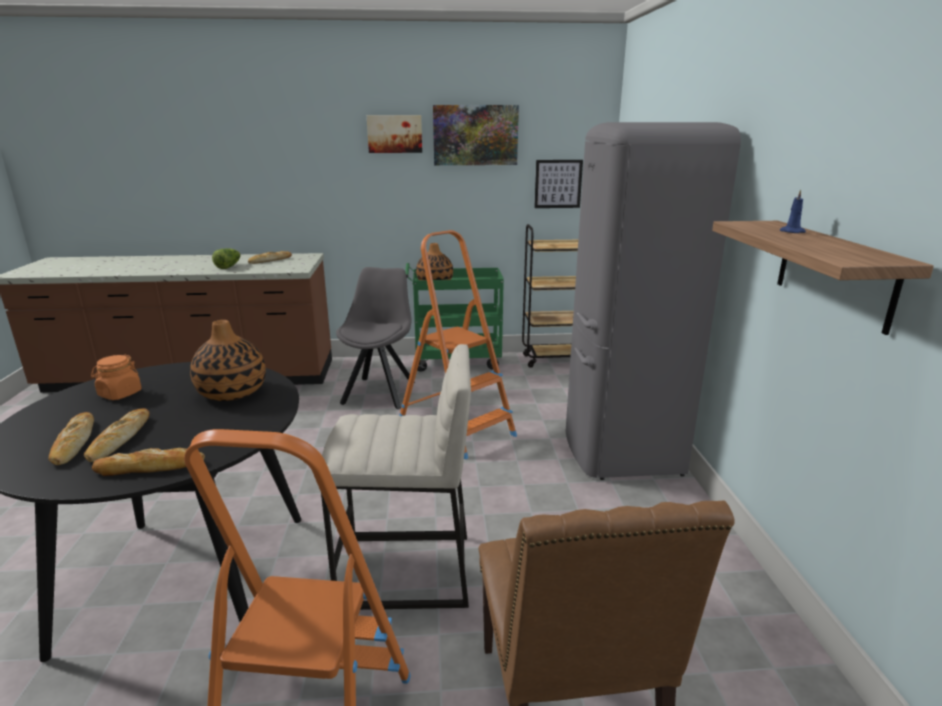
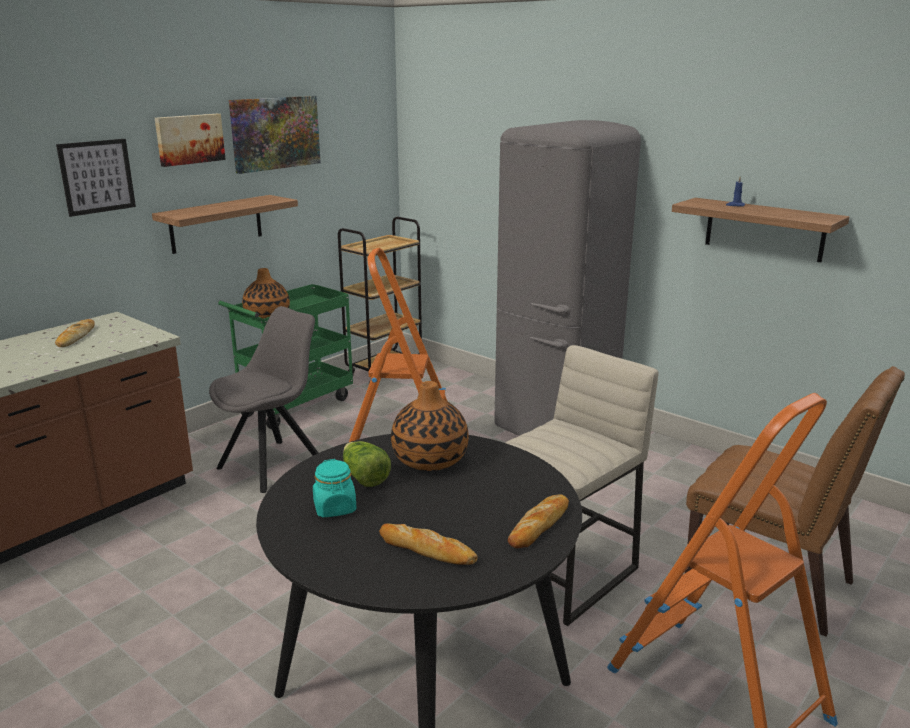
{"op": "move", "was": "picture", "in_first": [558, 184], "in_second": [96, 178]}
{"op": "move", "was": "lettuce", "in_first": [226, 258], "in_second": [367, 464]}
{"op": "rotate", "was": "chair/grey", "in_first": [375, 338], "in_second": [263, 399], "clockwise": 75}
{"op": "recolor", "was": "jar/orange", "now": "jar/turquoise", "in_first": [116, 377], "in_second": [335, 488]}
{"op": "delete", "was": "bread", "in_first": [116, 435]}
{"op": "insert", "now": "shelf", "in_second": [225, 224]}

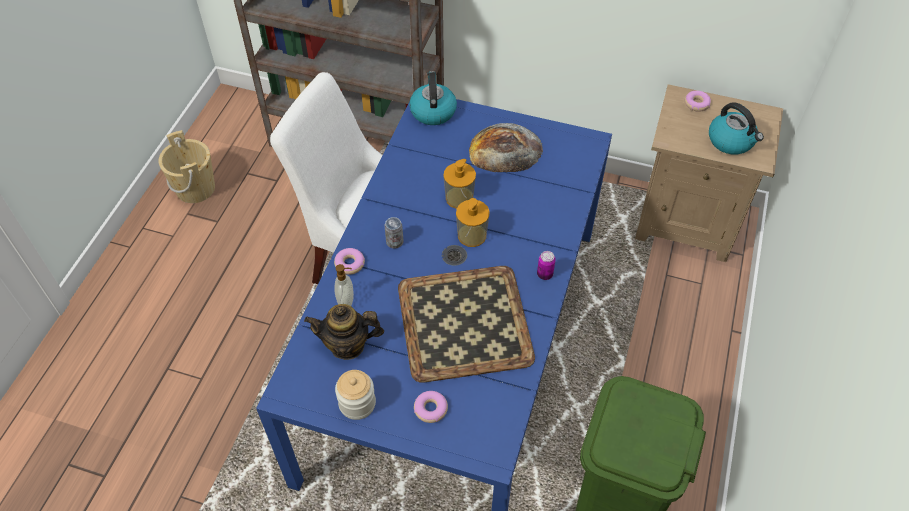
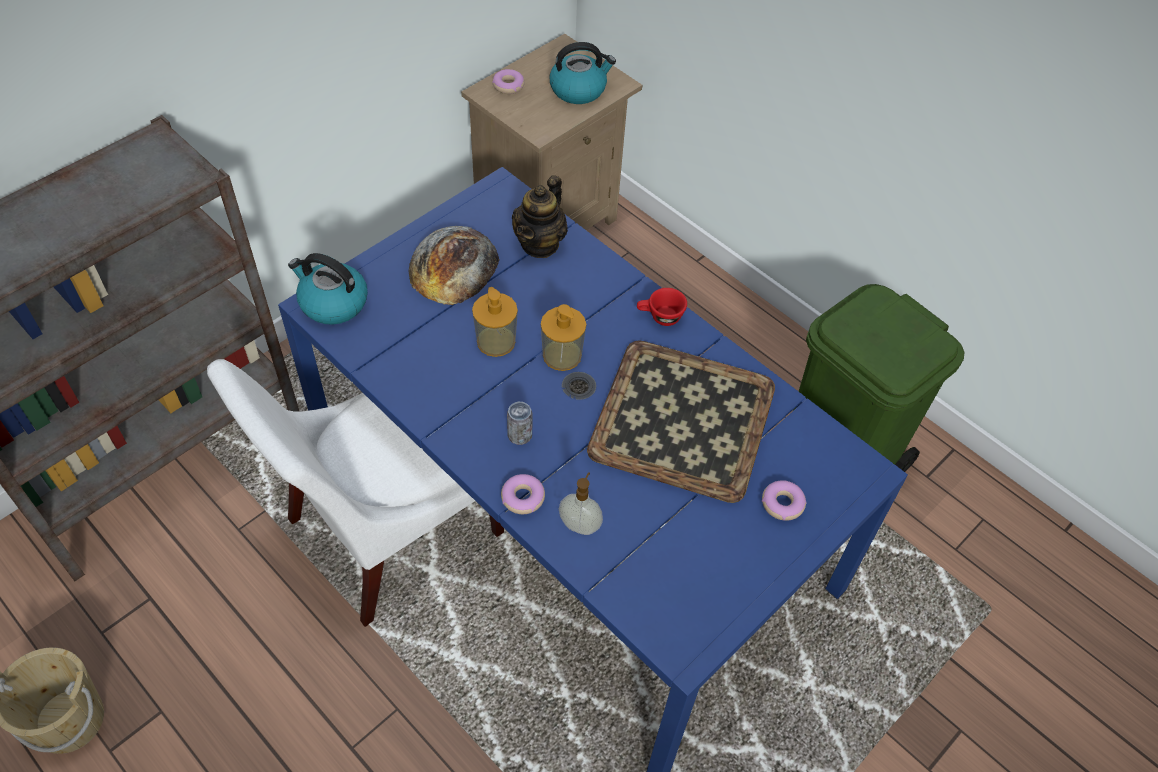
{"op": "replace", "was": "can", "now": "cup/red", "in_first": [546, 265], "in_second": [662, 307]}
{"op": "move", "was": "teapot", "in_first": [344, 332], "in_second": [540, 216]}
{"op": "delete", "was": "jar", "in_first": [355, 395]}

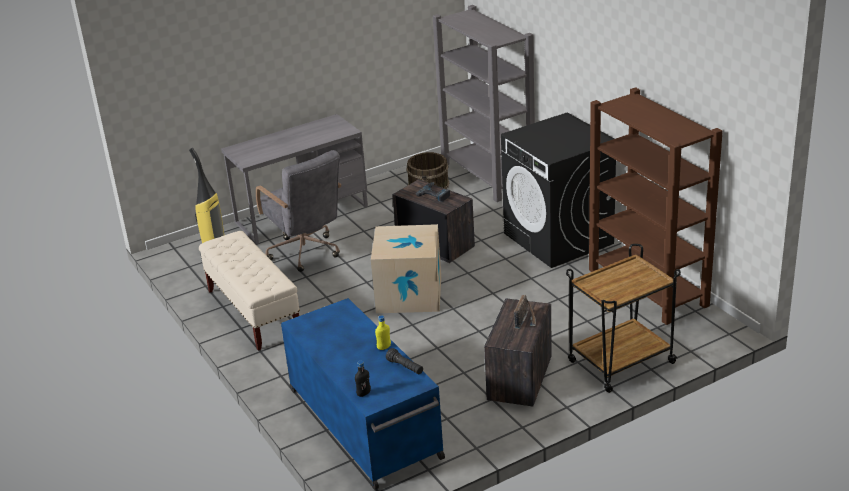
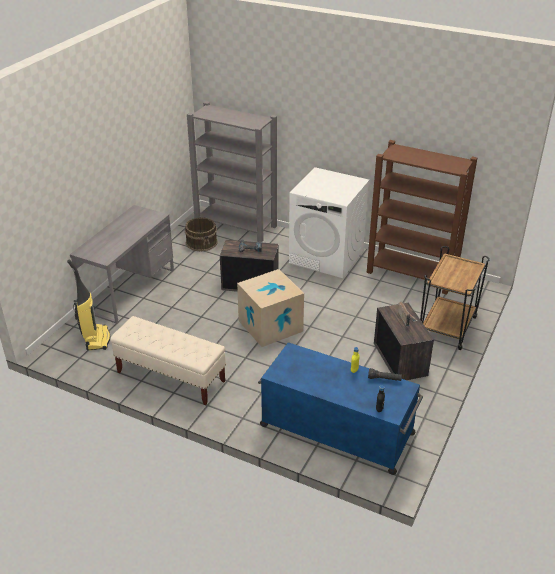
{"op": "recolor", "was": "washing machine/black", "now": "washing machine/white", "in_first": [558, 190], "in_second": [329, 222]}
{"op": "delete", "was": "office chair/grey", "in_first": [298, 211]}

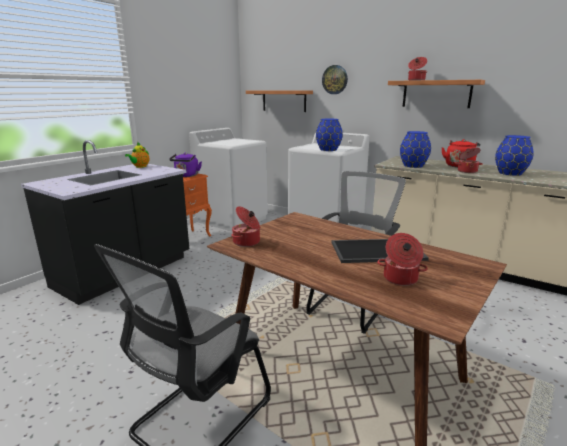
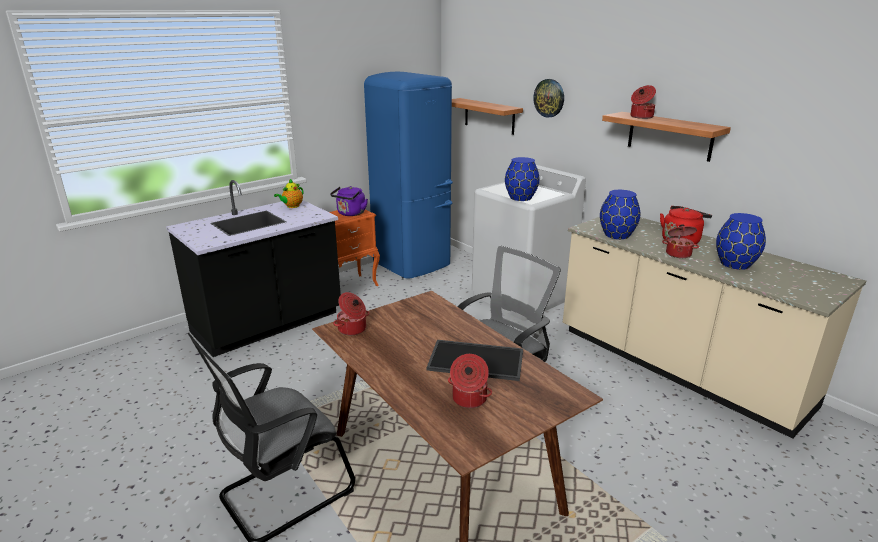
{"op": "replace", "was": "washing machine/white", "now": "fridge/blue", "in_first": [228, 179], "in_second": [408, 175]}

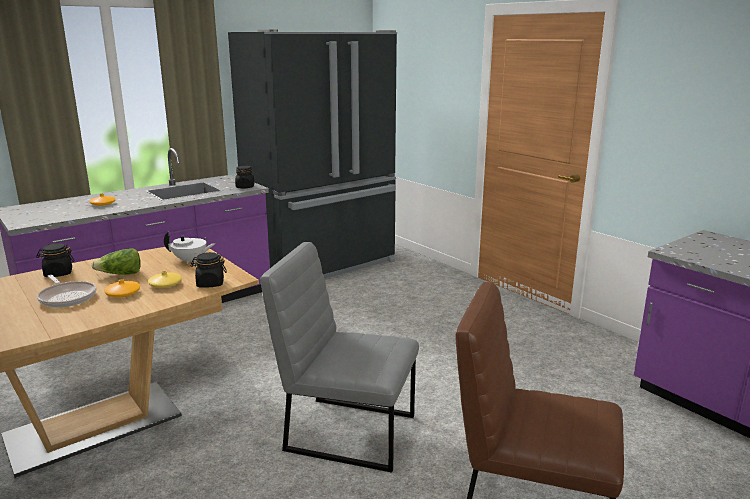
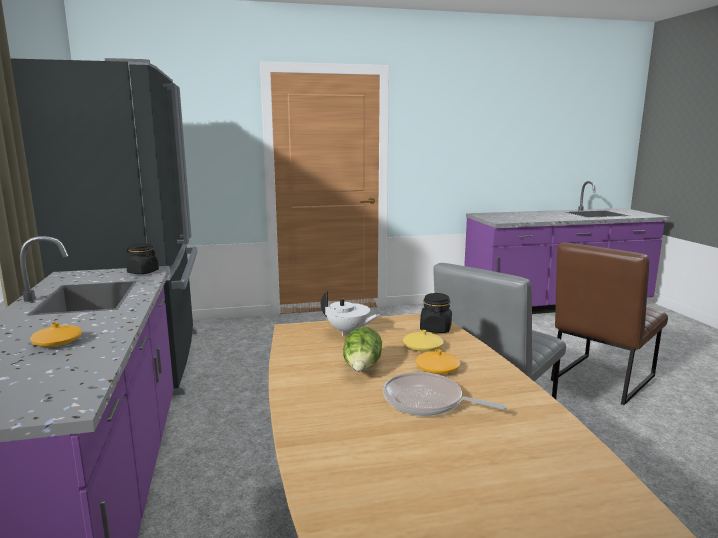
{"op": "rotate", "was": "teapot/white", "in_first": [189, 248], "in_second": [350, 314], "clockwise": 90}
{"op": "delete", "was": "jar/black", "in_first": [55, 260]}
{"op": "rotate", "was": "frying pan", "in_first": [66, 291], "in_second": [445, 394], "clockwise": -135}

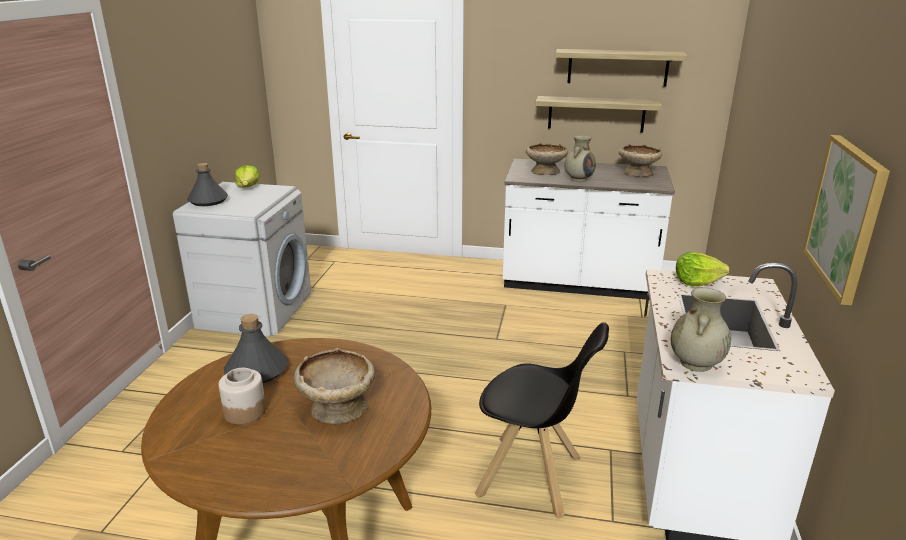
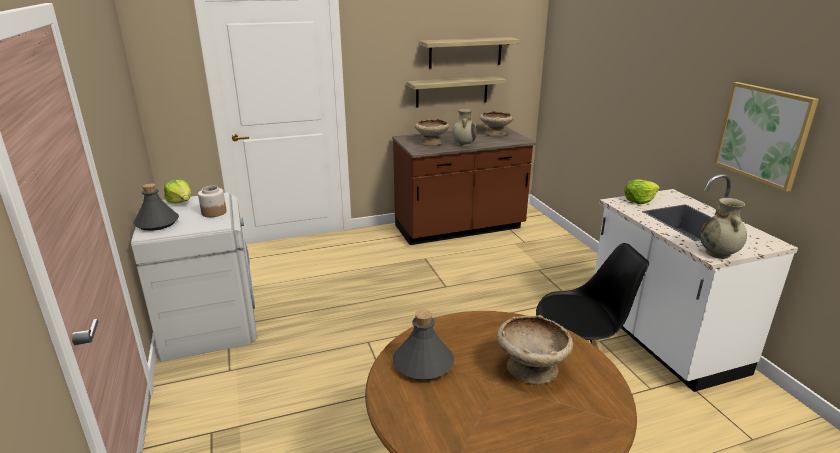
{"op": "recolor", "was": "counter/white", "now": "counter/brown", "in_first": [589, 229], "in_second": [464, 185]}
{"op": "move", "was": "jar", "in_first": [242, 396], "in_second": [212, 201]}

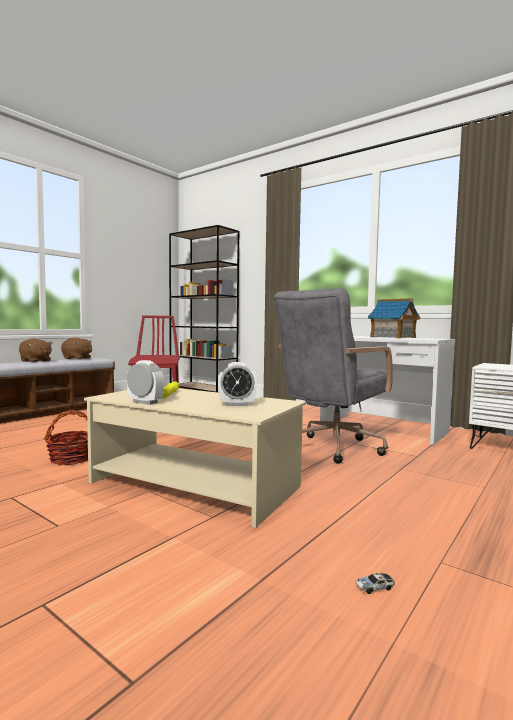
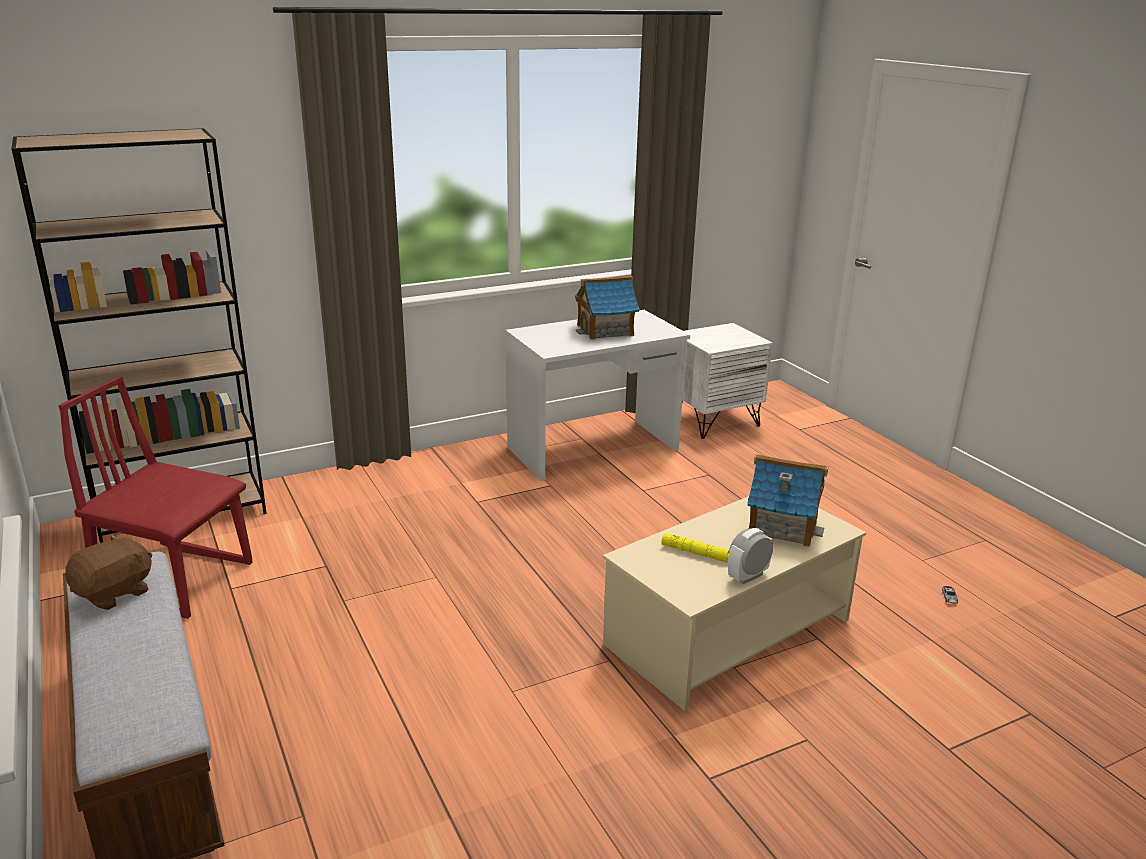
{"op": "delete", "was": "office chair/grey", "in_first": [333, 376]}
{"op": "delete", "was": "plush toy/brown", "in_first": [35, 350]}
{"op": "replace", "was": "alarm clock", "now": "toy house", "in_first": [237, 384], "in_second": [787, 500]}
{"op": "delete", "was": "basket", "in_first": [66, 437]}

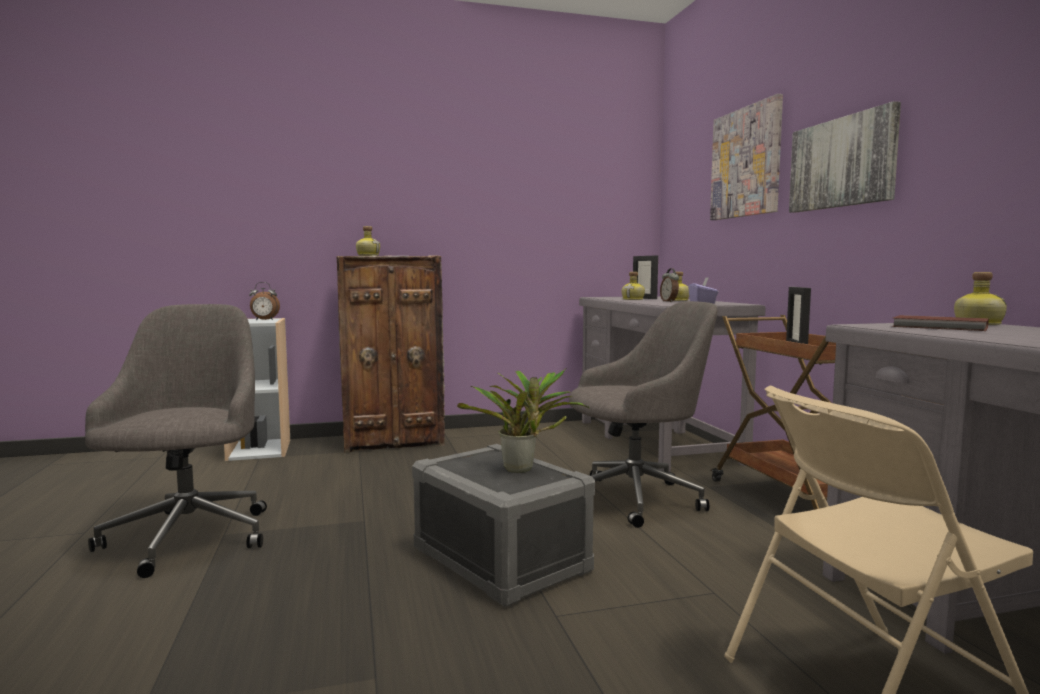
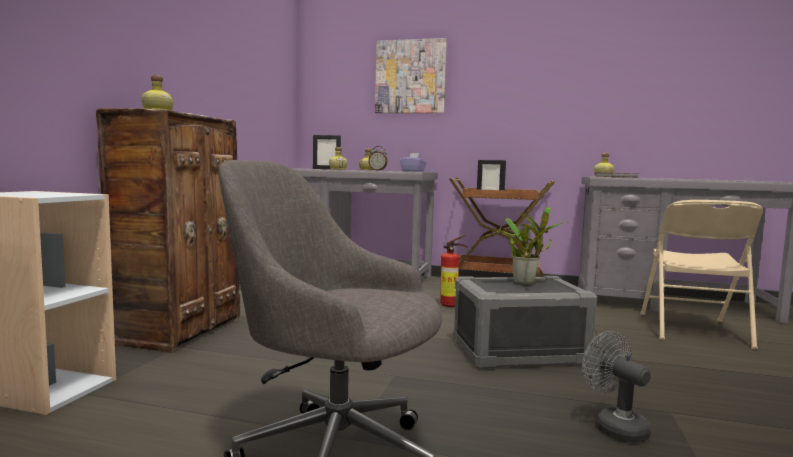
{"op": "delete", "was": "picture", "in_first": [845, 157]}
{"op": "delete", "was": "alarm clock", "in_first": [264, 301]}
{"op": "replace", "was": "office chair/grey", "now": "fire extinguisher", "in_first": [643, 414], "in_second": [454, 270]}
{"op": "insert", "now": "fan/grey", "in_second": [616, 387]}

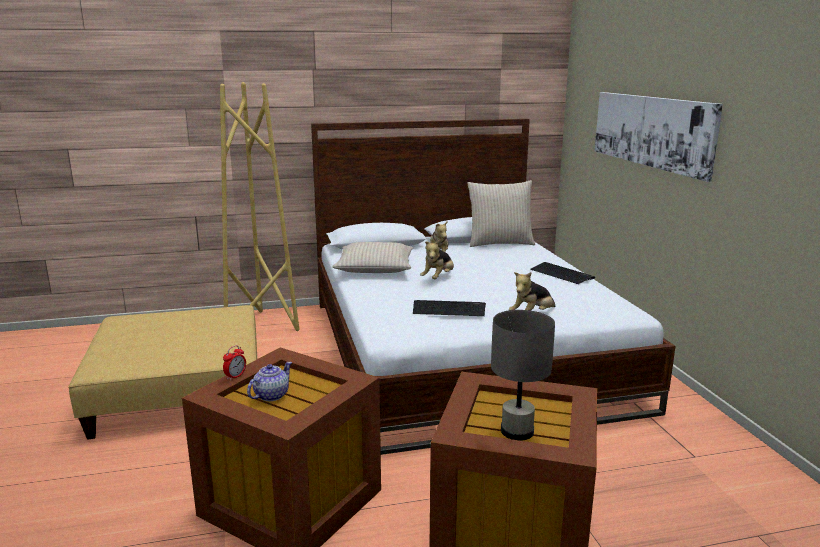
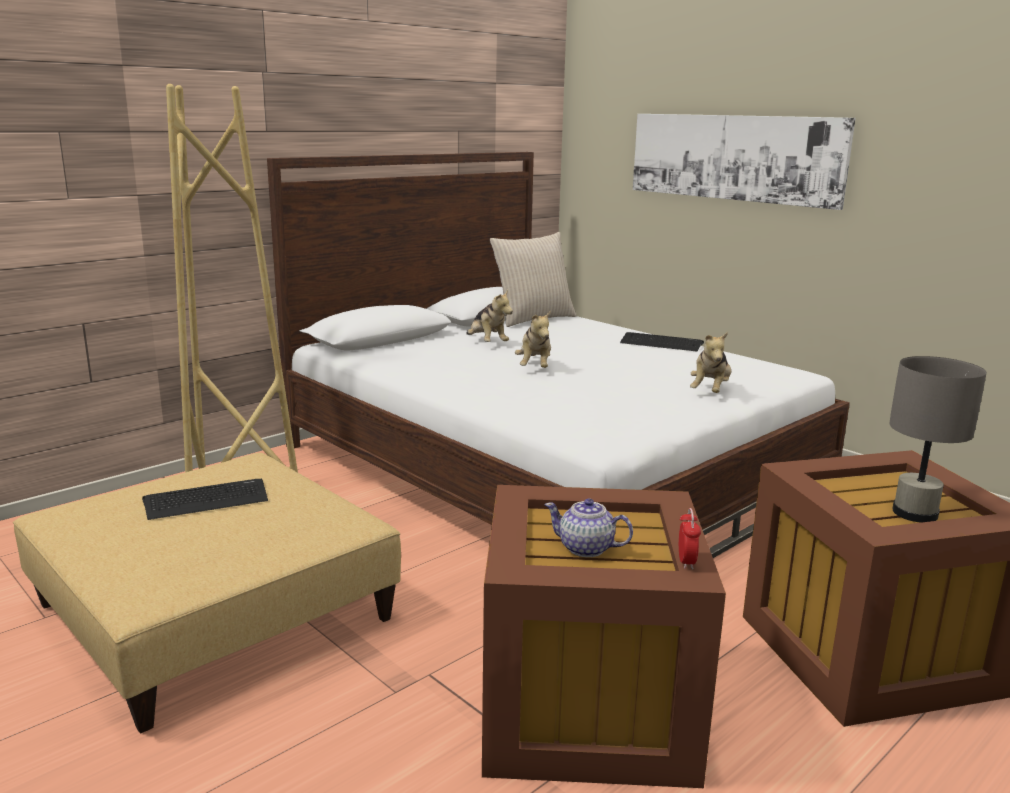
{"op": "delete", "was": "pillow/beige", "in_first": [372, 257]}
{"op": "move", "was": "keyboard", "in_first": [449, 308], "in_second": [205, 499]}
{"op": "move", "was": "alarm clock", "in_first": [234, 362], "in_second": [690, 538]}
{"op": "rotate", "was": "teapot", "in_first": [269, 381], "in_second": [588, 528], "clockwise": -75}

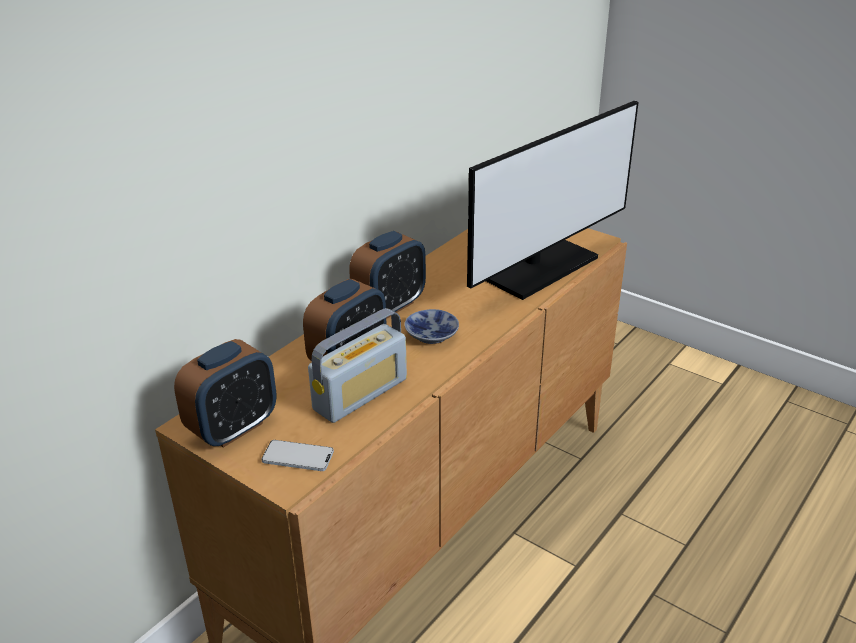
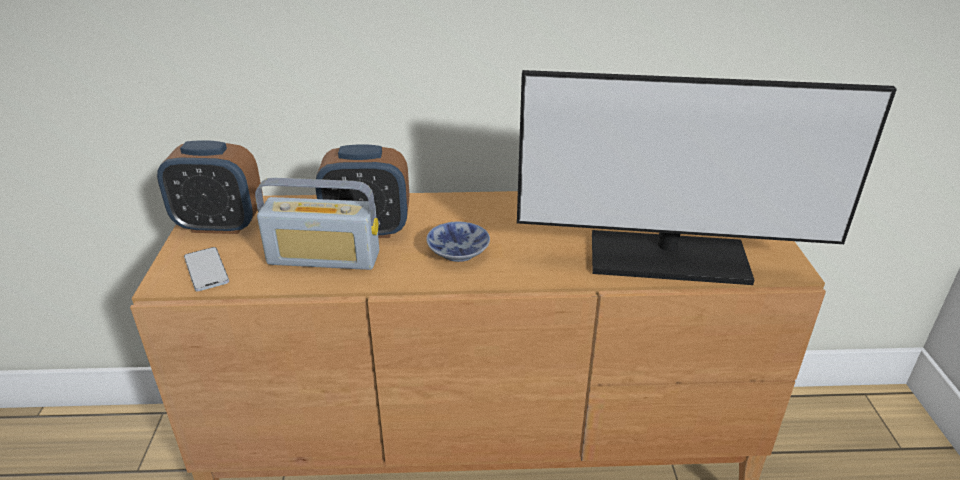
{"op": "delete", "was": "alarm clock", "in_first": [387, 275]}

